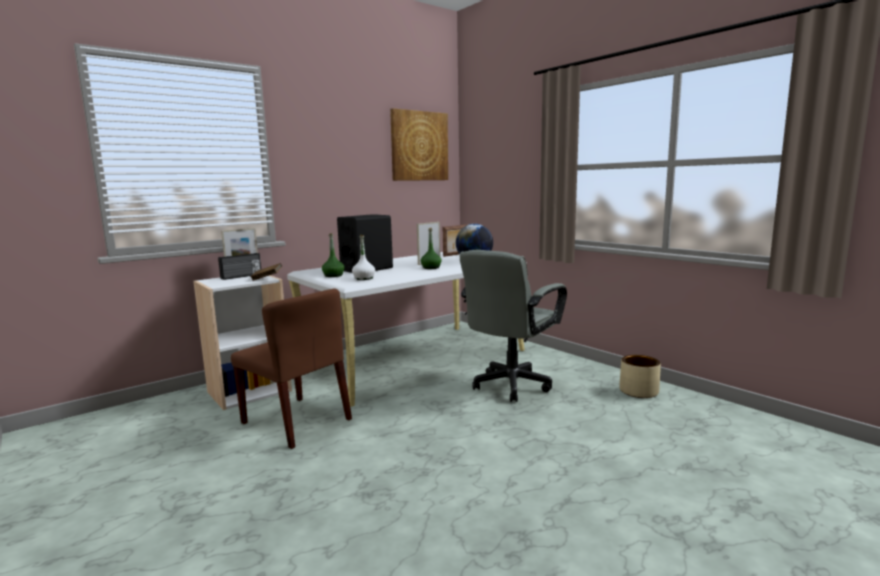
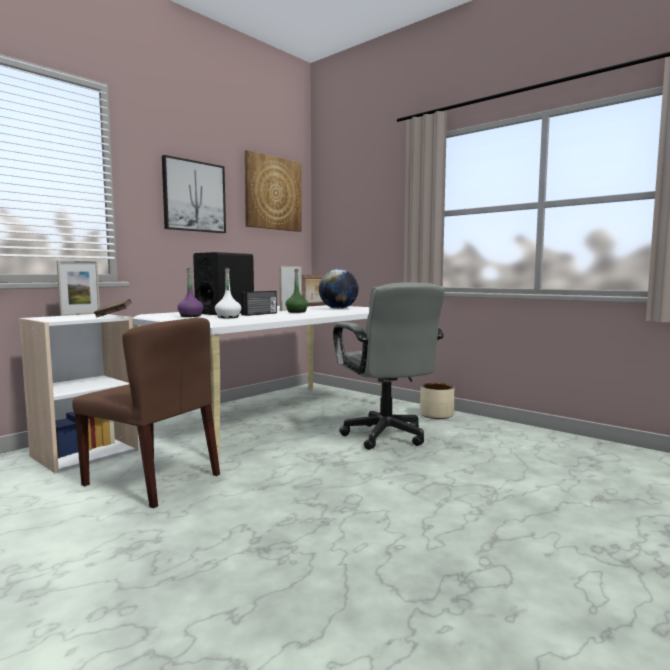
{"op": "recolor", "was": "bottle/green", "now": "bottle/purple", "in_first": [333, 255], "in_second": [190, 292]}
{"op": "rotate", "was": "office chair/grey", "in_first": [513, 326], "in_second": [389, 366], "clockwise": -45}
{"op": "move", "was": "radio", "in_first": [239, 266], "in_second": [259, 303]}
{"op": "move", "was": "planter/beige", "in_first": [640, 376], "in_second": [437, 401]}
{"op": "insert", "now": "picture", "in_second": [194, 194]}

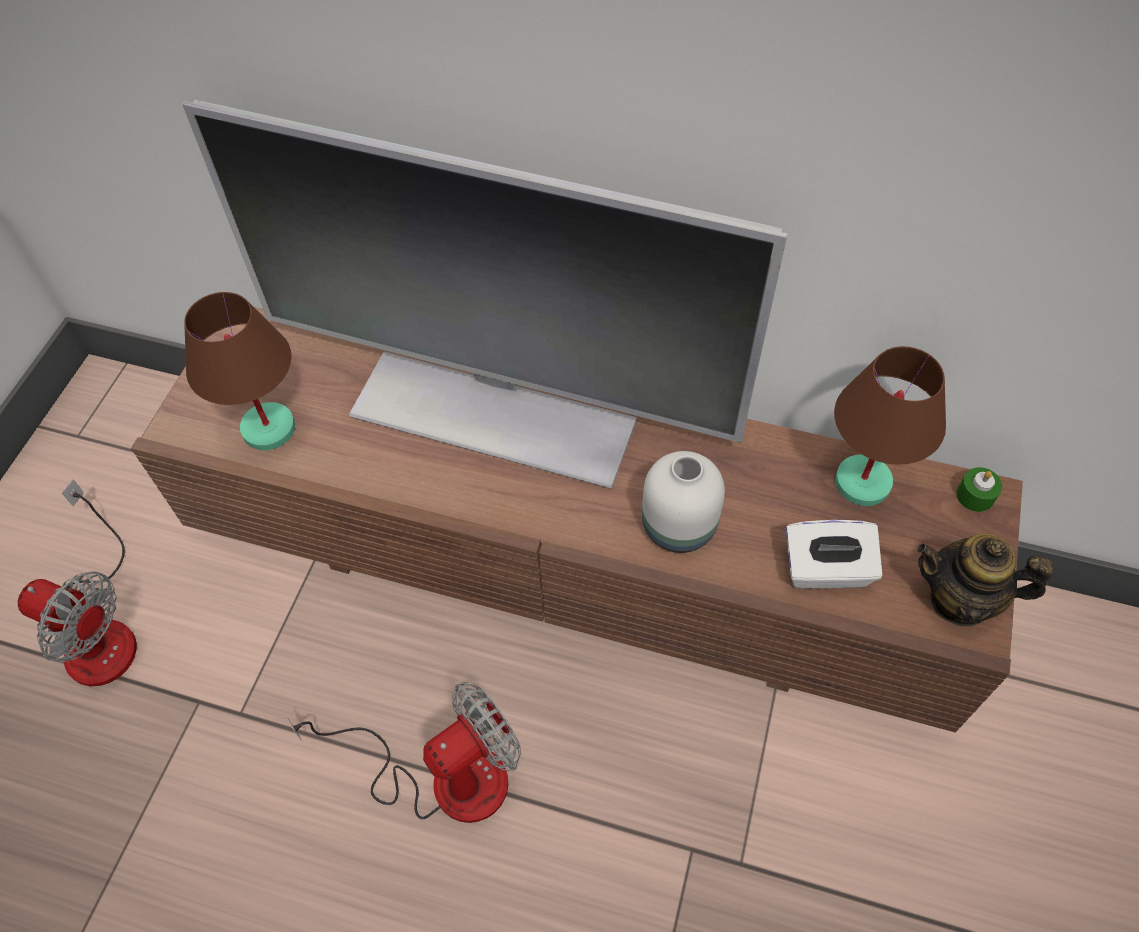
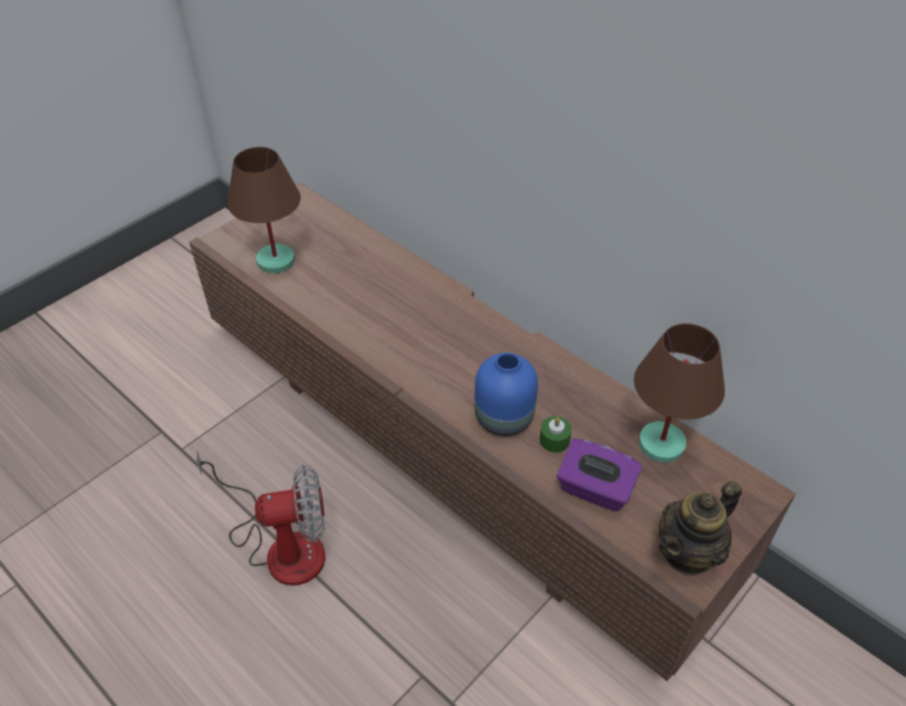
{"op": "delete", "was": "television", "in_first": [485, 294]}
{"op": "recolor", "was": "vase/white", "now": "vase/blue", "in_first": [683, 502], "in_second": [506, 394]}
{"op": "move", "was": "candle/green", "in_first": [979, 489], "in_second": [556, 434]}
{"op": "delete", "was": "fan", "in_first": [77, 583]}
{"op": "recolor", "was": "tissue box/white", "now": "tissue box/purple", "in_first": [833, 554], "in_second": [599, 475]}
{"op": "rotate", "was": "teapot", "in_first": [985, 580], "in_second": [700, 528], "clockwise": -75}

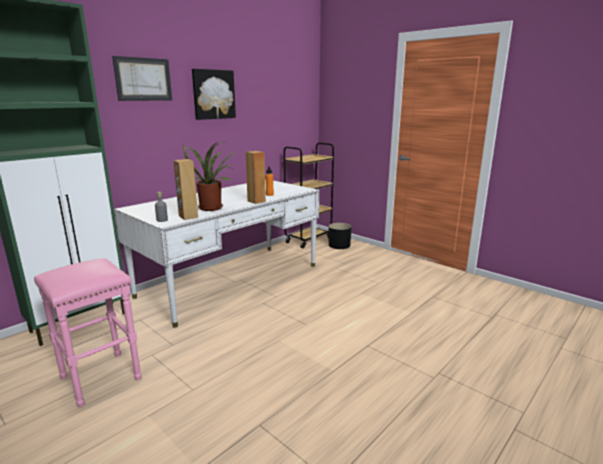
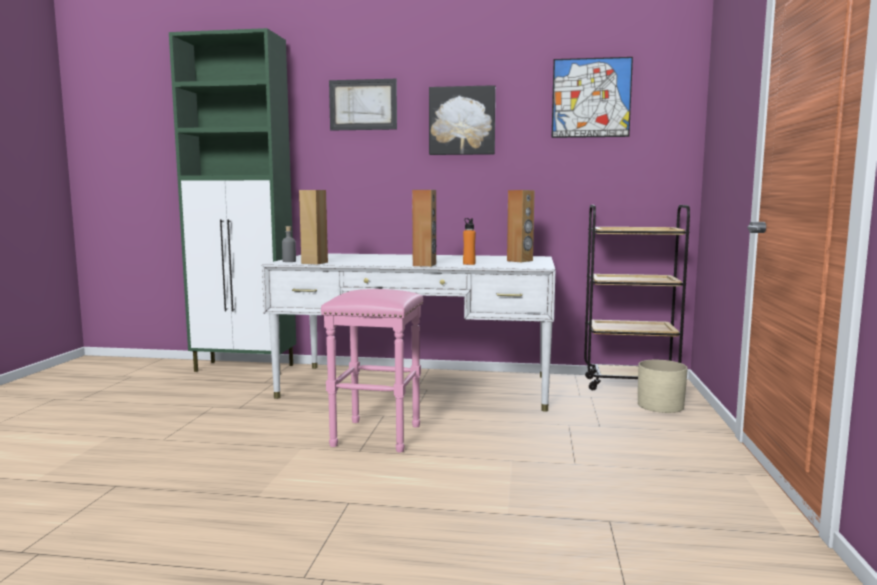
{"op": "delete", "was": "potted plant", "in_first": [210, 176]}
{"op": "recolor", "was": "planter/black", "now": "planter/beige", "in_first": [340, 236], "in_second": [663, 386]}
{"op": "move", "was": "stool/pink", "in_first": [88, 332], "in_second": [372, 370]}
{"op": "insert", "now": "picture", "in_second": [592, 97]}
{"op": "insert", "now": "speaker/brown", "in_second": [521, 226]}

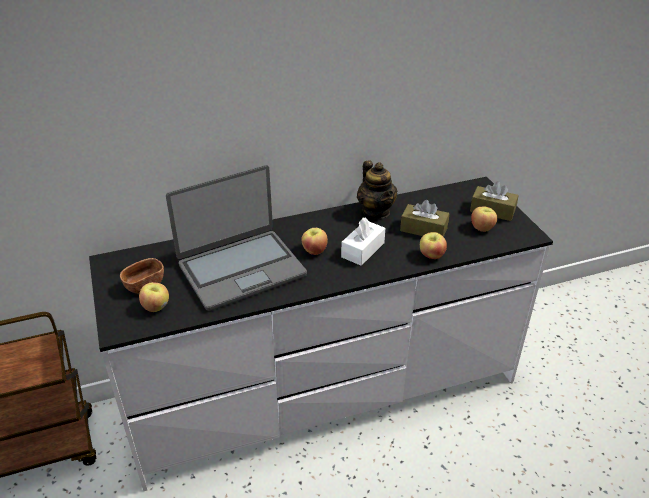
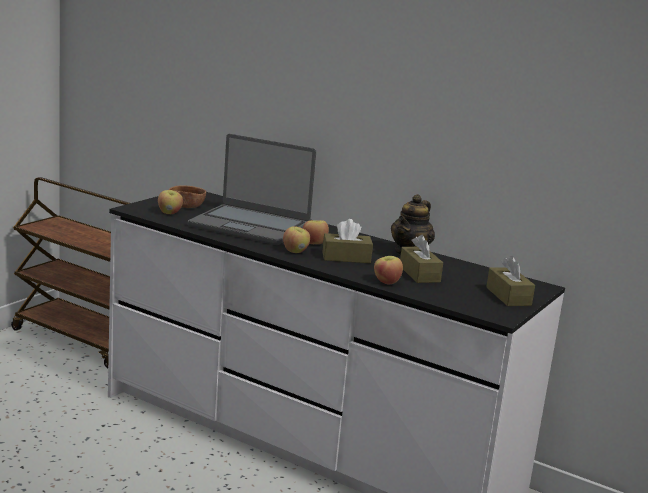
{"op": "move", "was": "apple", "in_first": [484, 219], "in_second": [296, 239]}
{"op": "recolor", "was": "tissue box/white", "now": "tissue box/brown", "in_first": [363, 241], "in_second": [348, 241]}

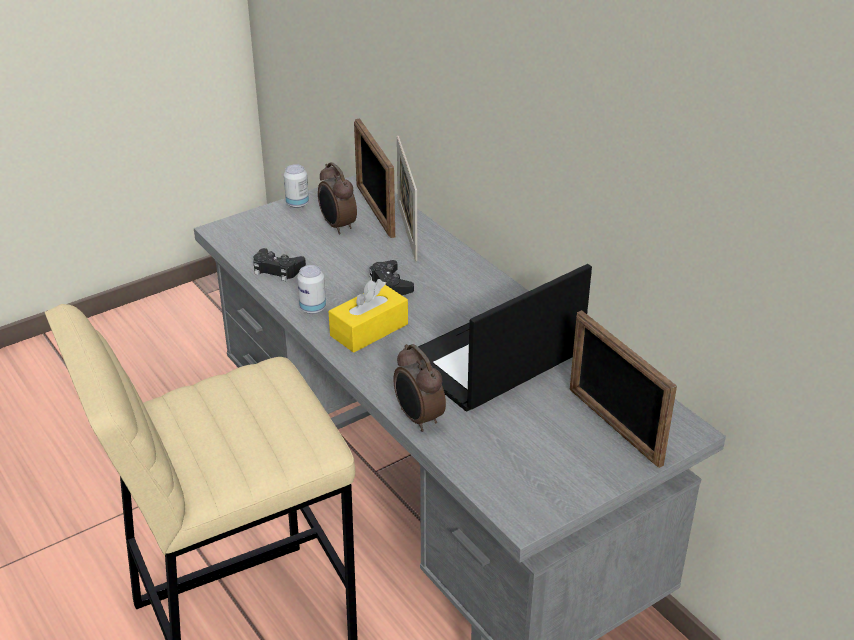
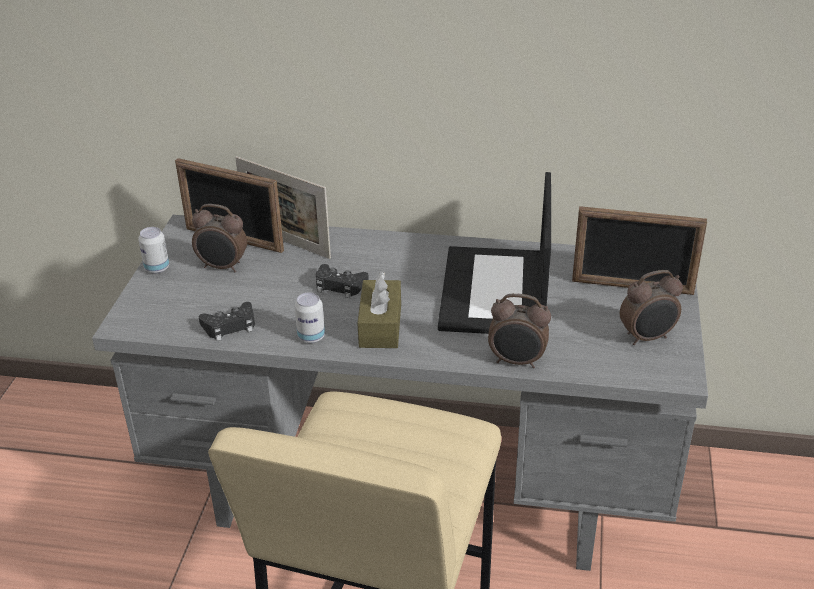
{"op": "recolor", "was": "tissue box/yellow", "now": "tissue box/brown", "in_first": [368, 316], "in_second": [379, 310]}
{"op": "insert", "now": "alarm clock", "in_second": [651, 307]}

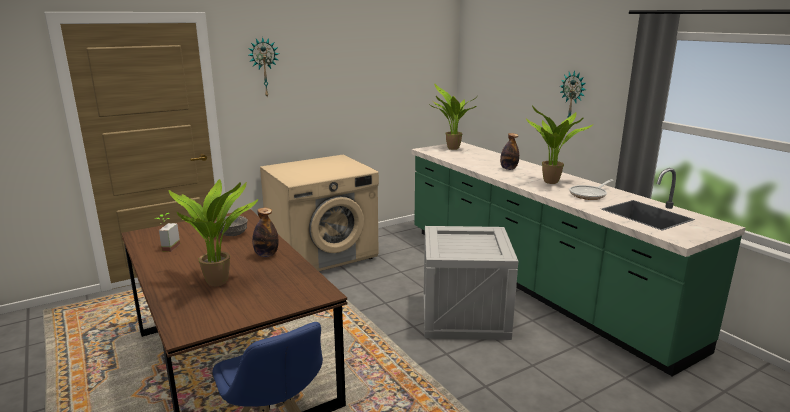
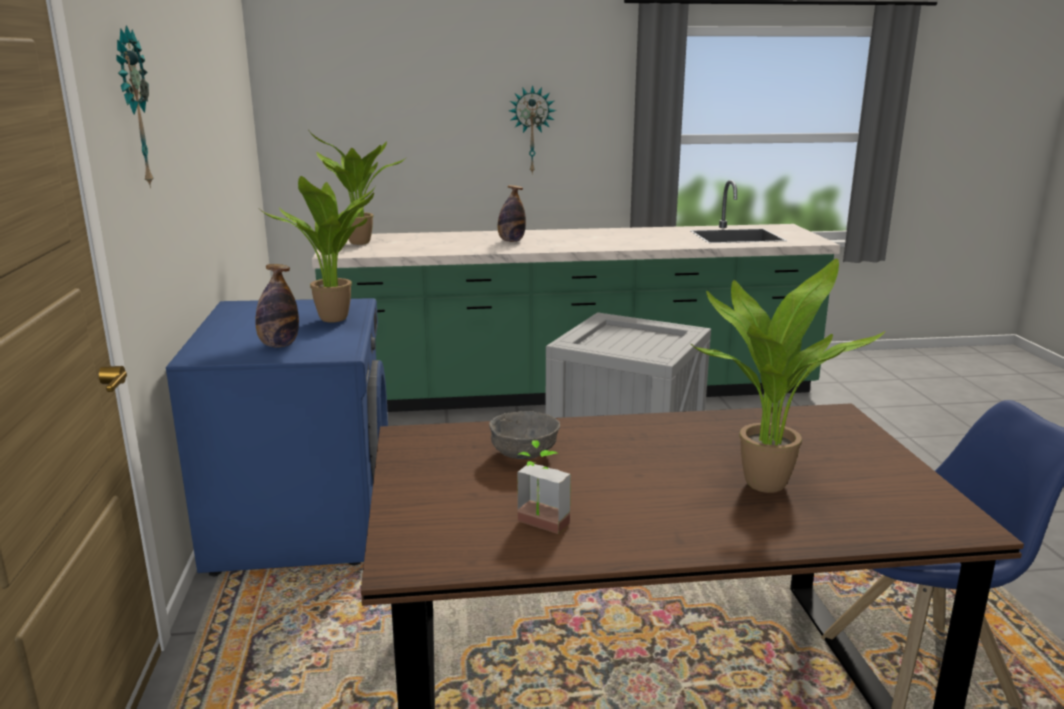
{"op": "move", "was": "potted plant", "in_first": [559, 144], "in_second": [318, 249]}
{"op": "recolor", "was": "washing machine/beige", "now": "washing machine/blue", "in_first": [319, 212], "in_second": [277, 437]}
{"op": "delete", "was": "frying pan", "in_first": [591, 189]}
{"op": "move", "was": "bottle", "in_first": [265, 232], "in_second": [277, 306]}

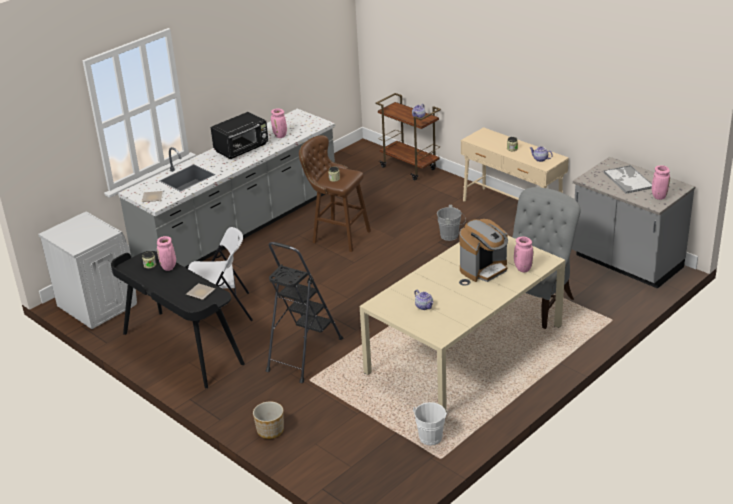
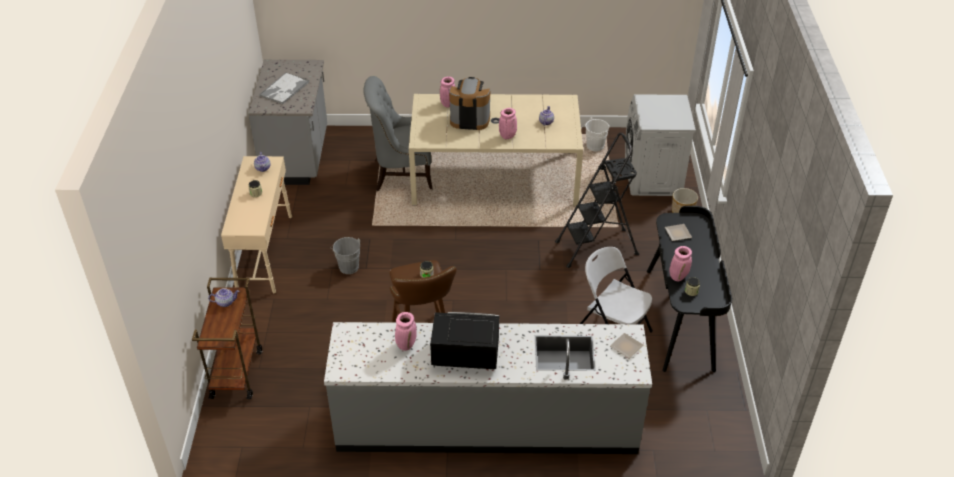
{"op": "move", "was": "vase/pink", "in_first": [661, 182], "in_second": [508, 123]}
{"op": "move", "was": "washing machine/white", "in_first": [87, 270], "in_second": [660, 145]}

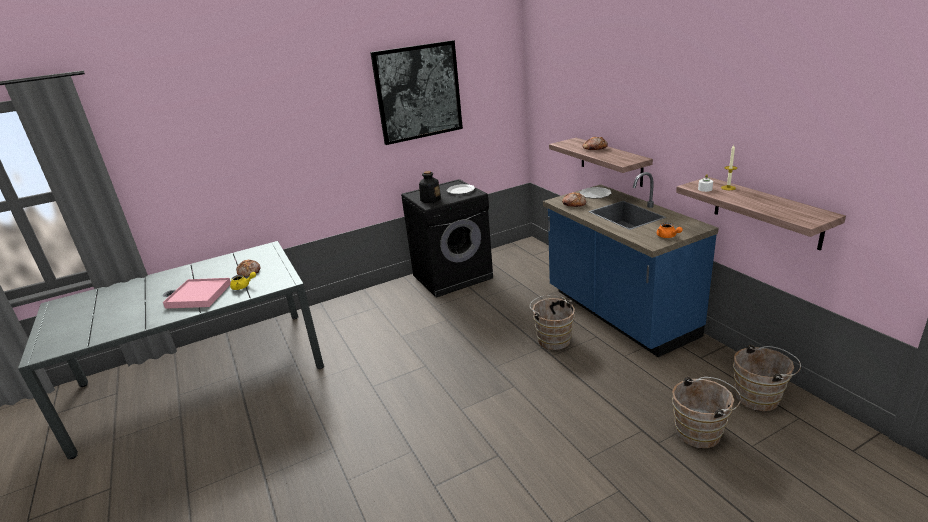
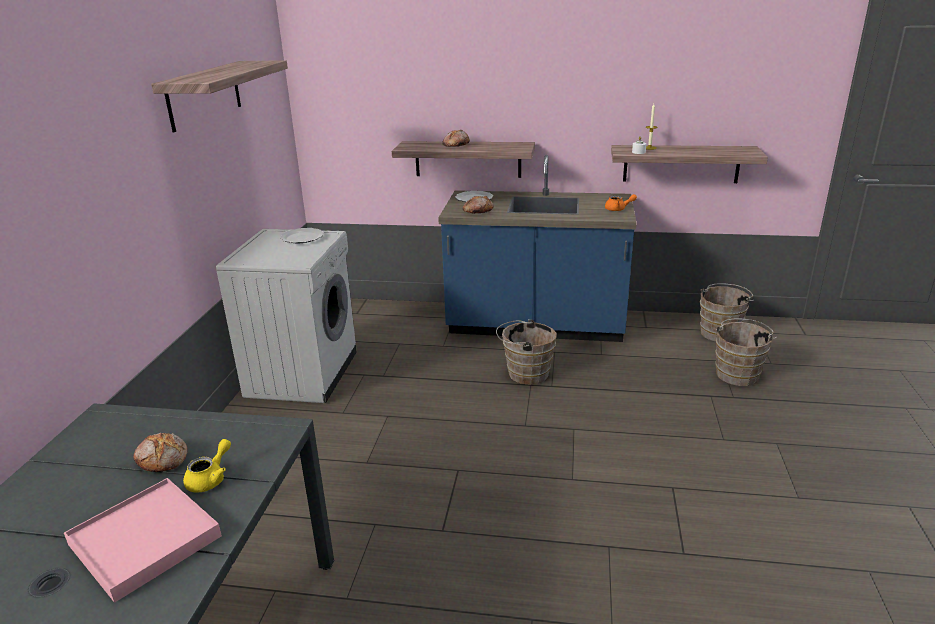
{"op": "replace", "was": "picture", "now": "shelf", "in_first": [416, 92], "in_second": [219, 96]}
{"op": "delete", "was": "bottle", "in_first": [430, 187]}
{"op": "recolor", "was": "washing machine/black", "now": "washing machine/white", "in_first": [447, 238], "in_second": [286, 316]}

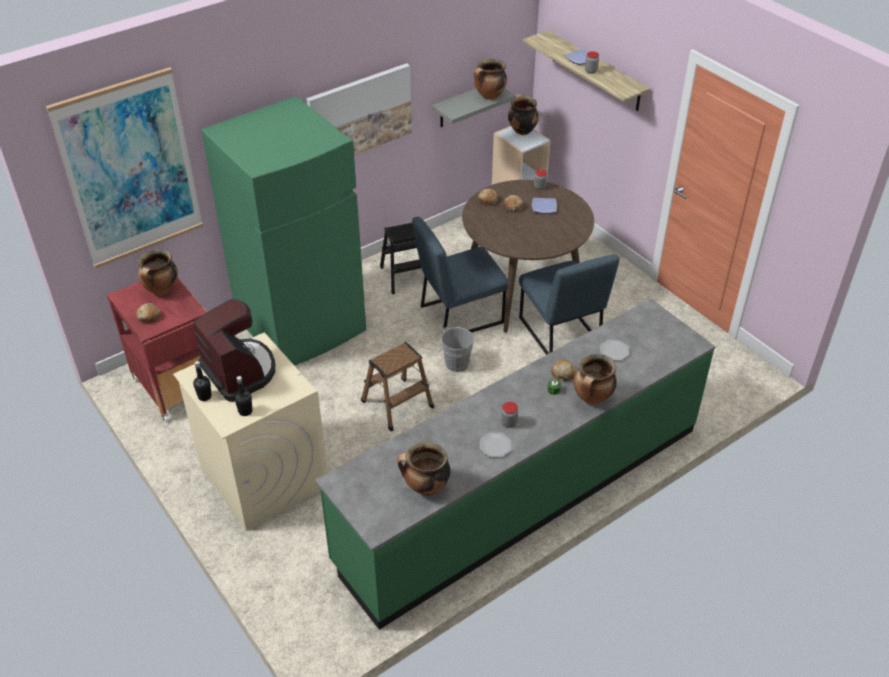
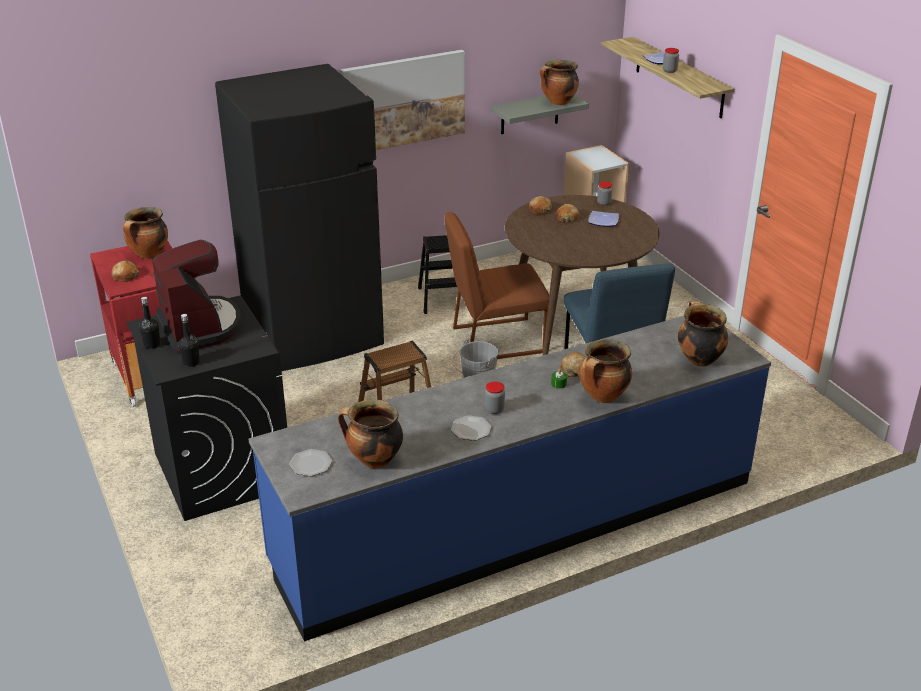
{"op": "delete", "was": "picture", "in_first": [124, 168]}
{"op": "move", "was": "cooking pot", "in_first": [523, 114], "in_second": [703, 334]}
{"op": "recolor", "was": "fridge/green", "now": "fridge/black", "in_first": [283, 231], "in_second": [299, 217]}
{"op": "recolor", "was": "chair/blue", "now": "chair/brown", "in_first": [460, 274], "in_second": [497, 285]}
{"op": "recolor", "was": "counter/green", "now": "counter/blue", "in_first": [515, 464], "in_second": [509, 479]}
{"op": "recolor", "was": "washing machine/beige", "now": "washing machine/black", "in_first": [250, 431], "in_second": [207, 408]}
{"op": "move", "was": "plate", "in_first": [615, 350], "in_second": [310, 462]}

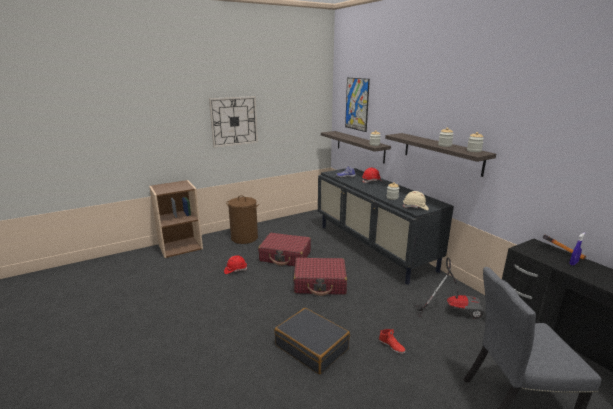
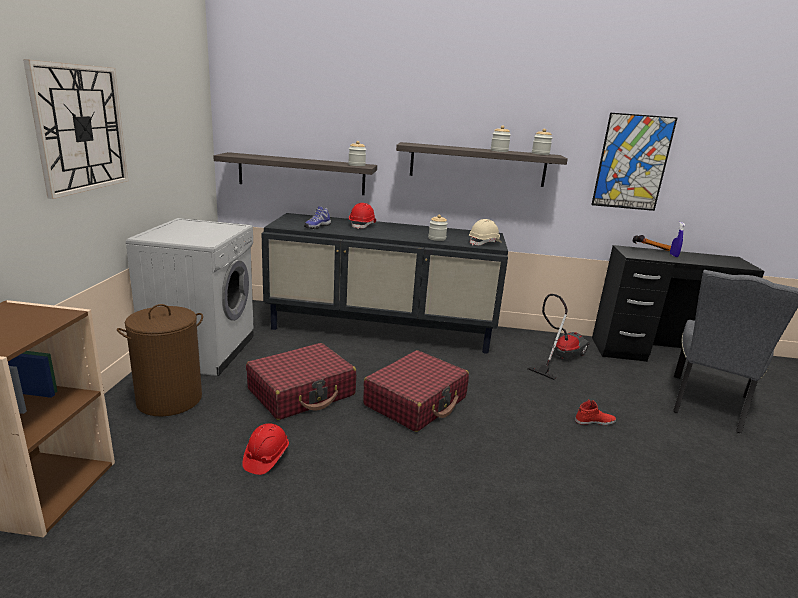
{"op": "move", "was": "picture", "in_first": [357, 105], "in_second": [634, 162]}
{"op": "delete", "was": "suitcase/black", "in_first": [312, 341]}
{"op": "insert", "now": "washing machine/white", "in_second": [190, 297]}

